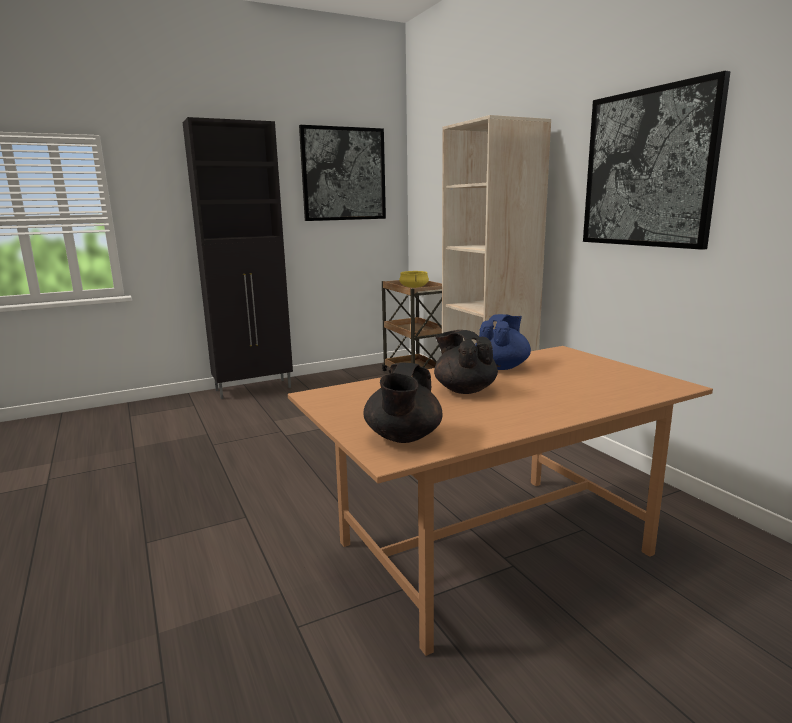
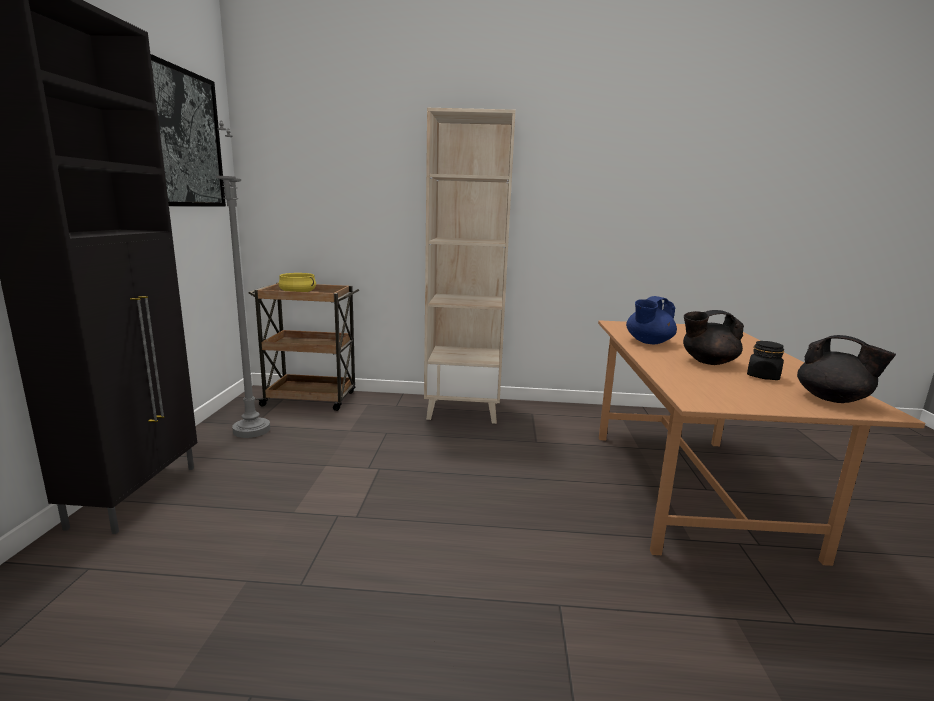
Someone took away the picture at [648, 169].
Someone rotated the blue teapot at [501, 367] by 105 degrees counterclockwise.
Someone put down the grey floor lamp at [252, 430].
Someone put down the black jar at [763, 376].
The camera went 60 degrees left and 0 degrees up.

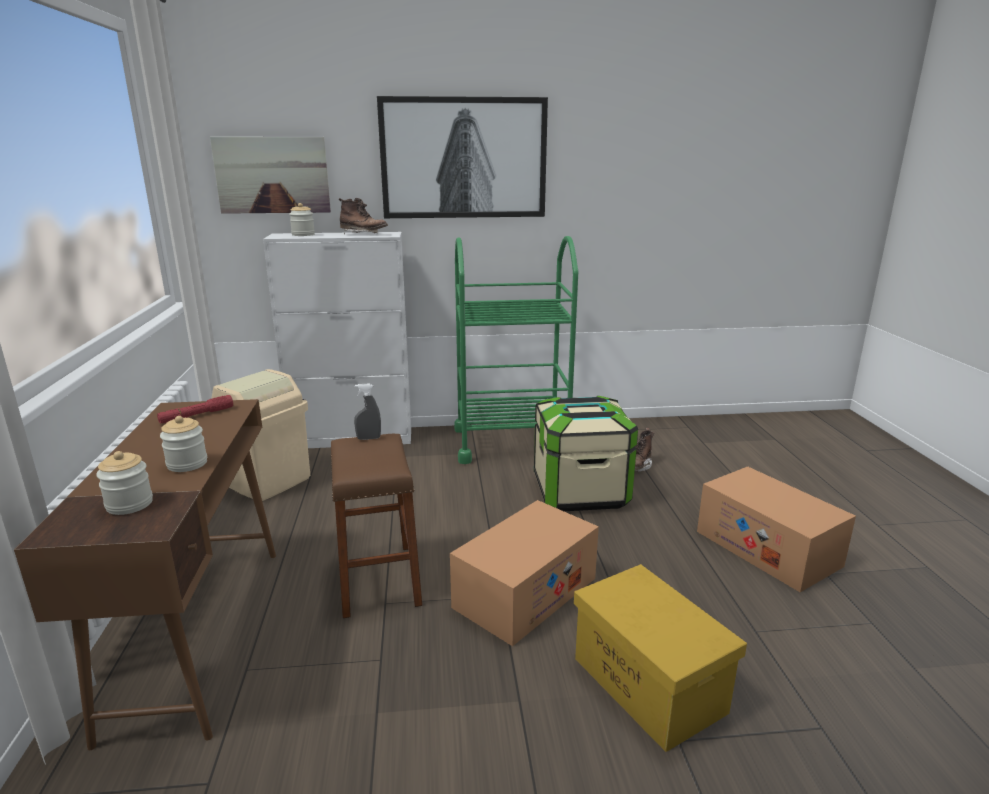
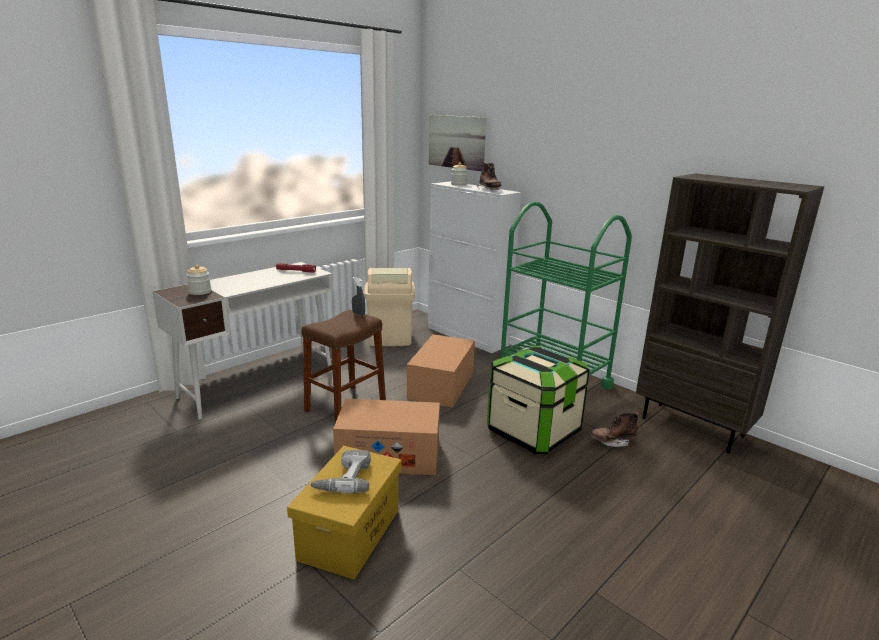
Someone took away the picture at [464, 158].
Someone repainted the brown desk at [199, 632], which became the white desk at [259, 383].
Someone took away the jar at [187, 464].
Someone carried the cardboard box from [767, 548] to [441, 385].
Someone put down the brown bookcase at [693, 427].
Someone put down the power drill at [343, 478].
The camera went 50 degrees right and 0 degrees up.

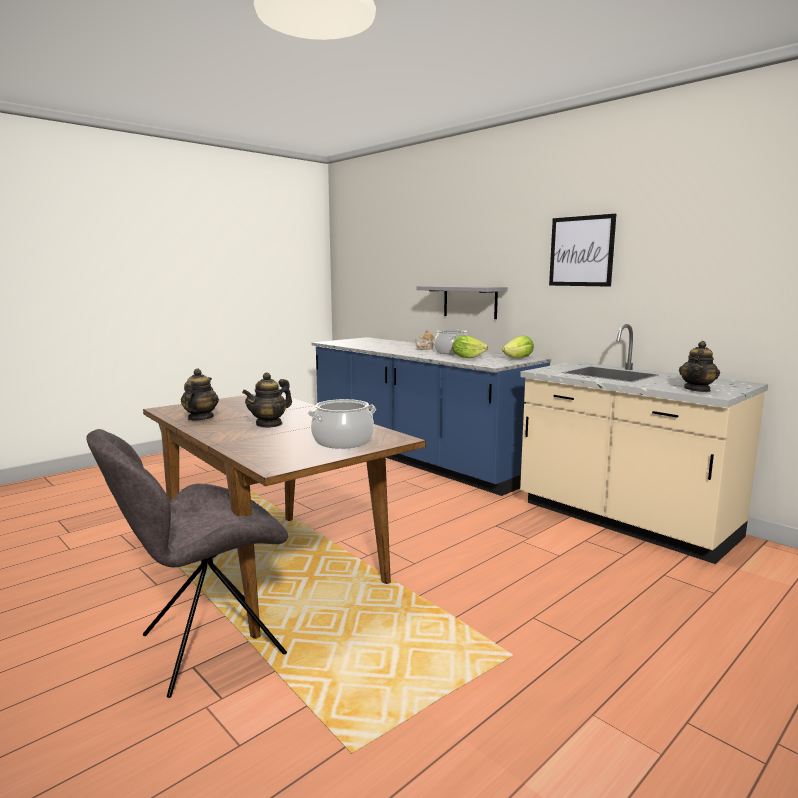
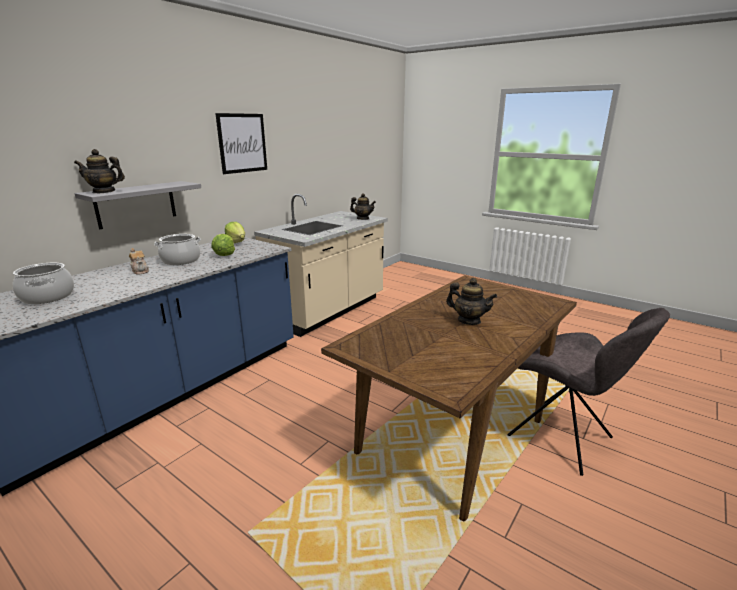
Someone carried the teapot from [200, 418] to [104, 191].
Someone carried the cooking pot from [343, 442] to [48, 297].
The camera went 100 degrees left and 10 degrees up.

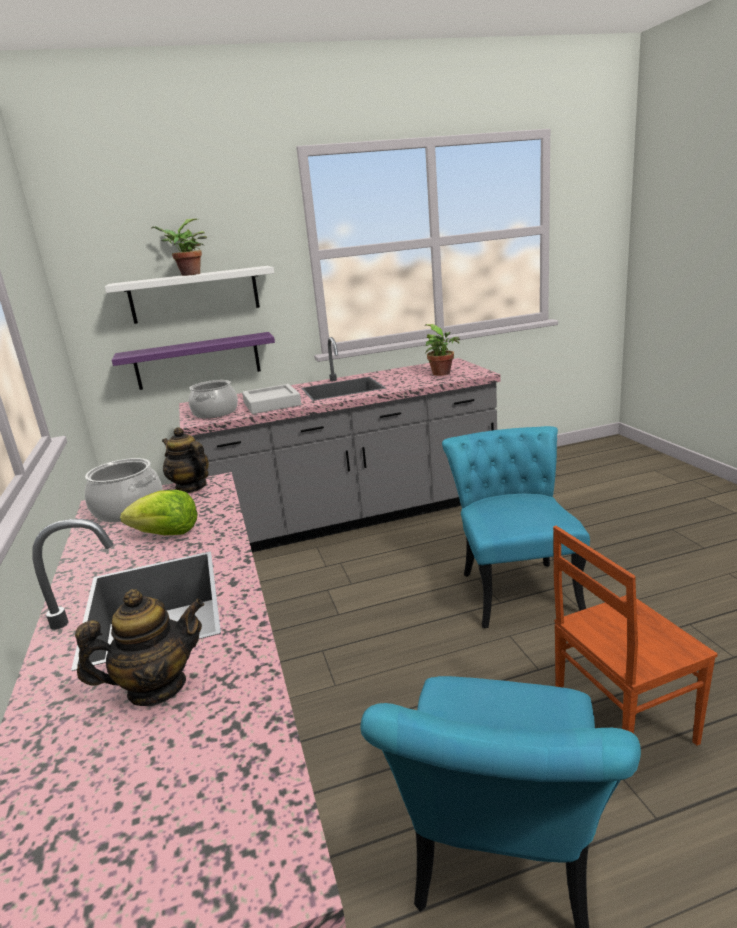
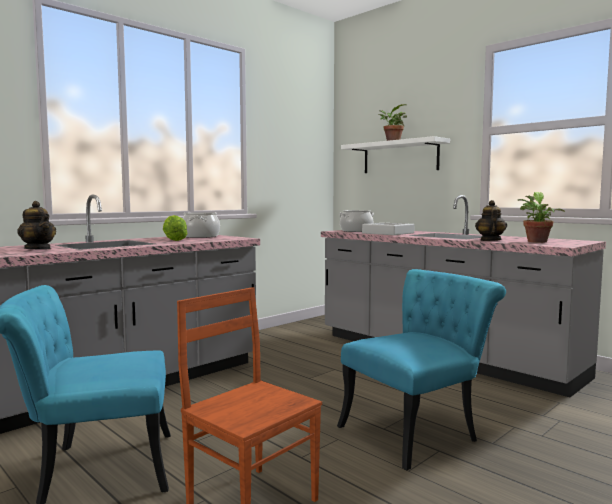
Someone took away the purple shelf at [197, 361].
Someone carried the teapot from [190, 487] to [490, 240].
The camera went 60 degrees right and 15 degrees down.

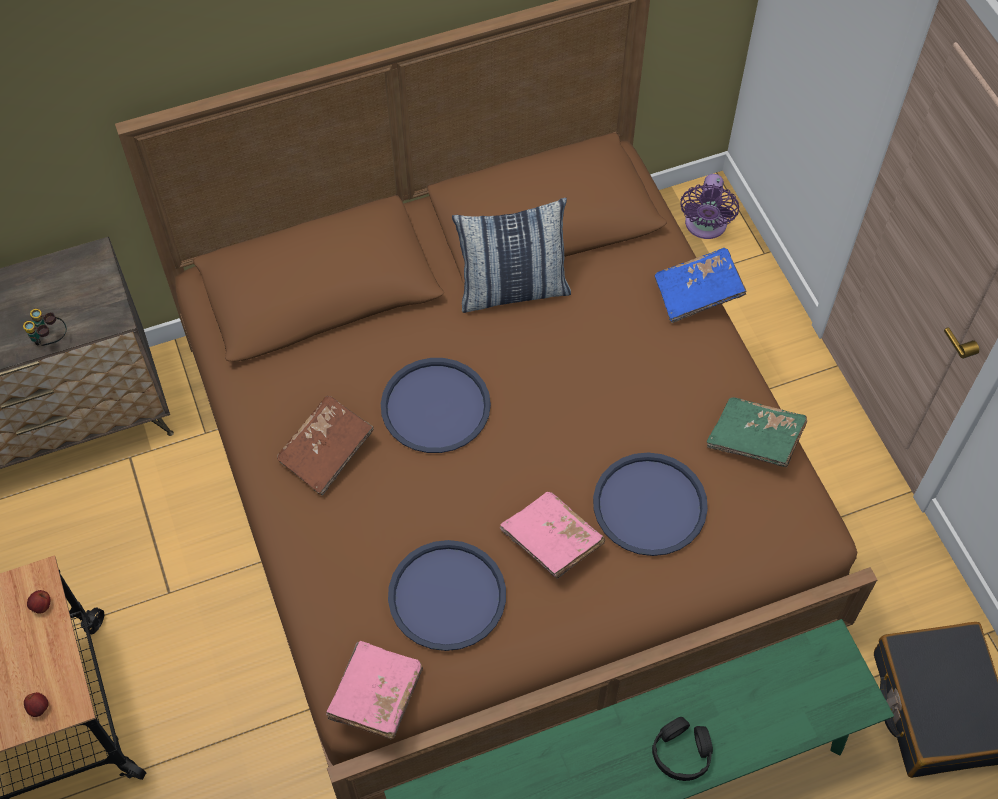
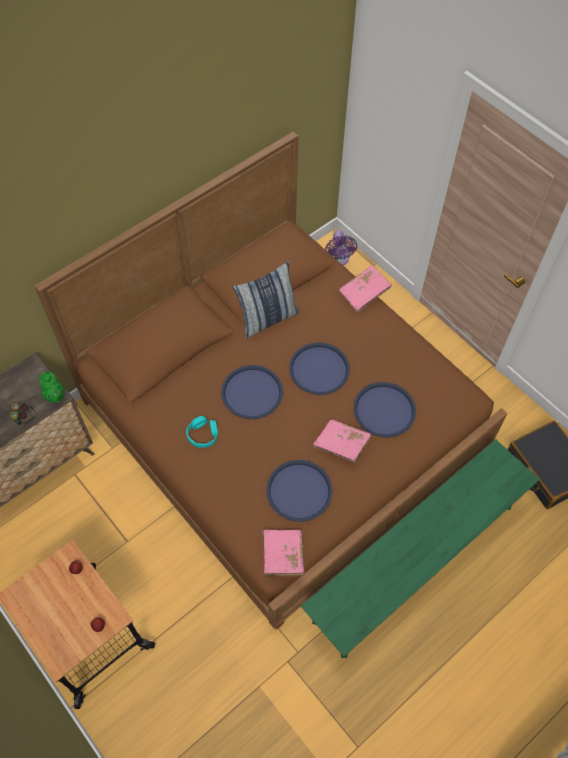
Someone repainted the blue book at [697, 293], which became the pink book at [364, 293].
Someone swapped the brown book at [327, 452] for the turquoise headphones at [203, 434].
Someone took away the green book at [755, 440].
Someone took away the black headphones at [681, 753].
Someone put down the blue tray at [319, 369].
Someone put down the green teapot at [54, 396].
The camera went 20 degrees left and 0 degrees up.

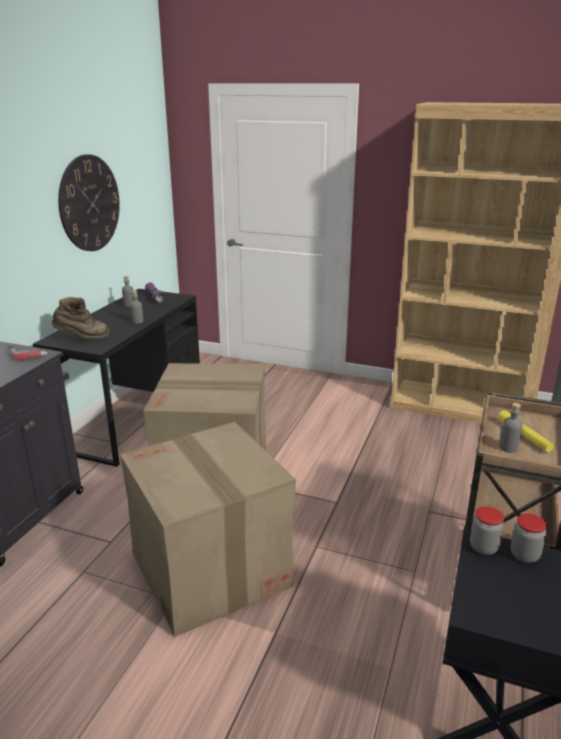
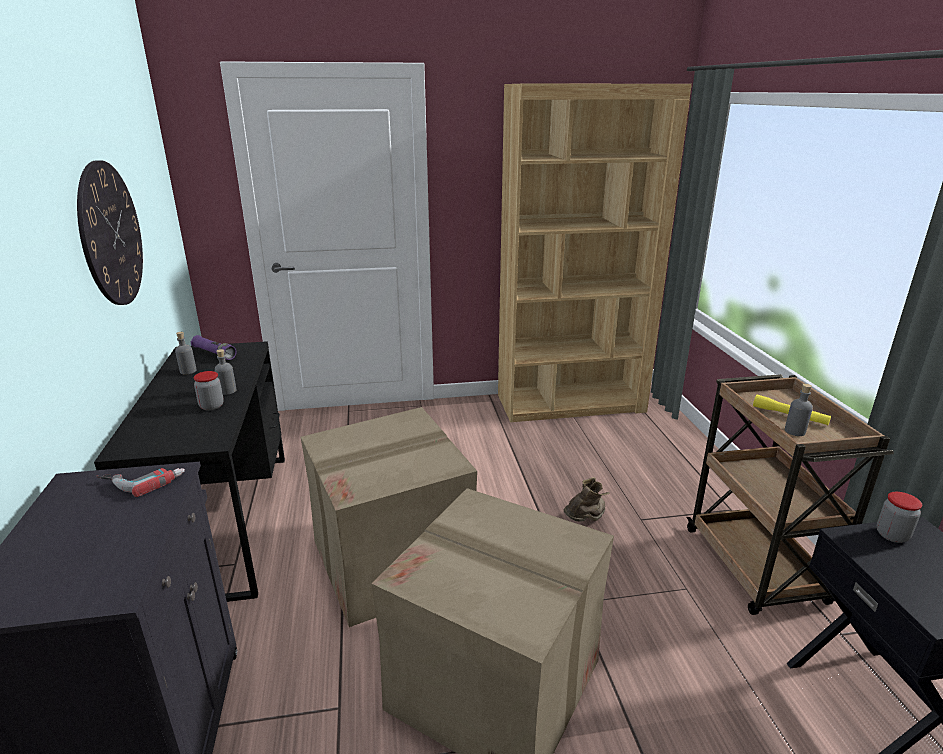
Someone carried the brown boot from [82, 338] to [586, 520].
Someone carried the jar from [483, 547] to [211, 406].
The camera went 30 degrees left and 0 degrees up.

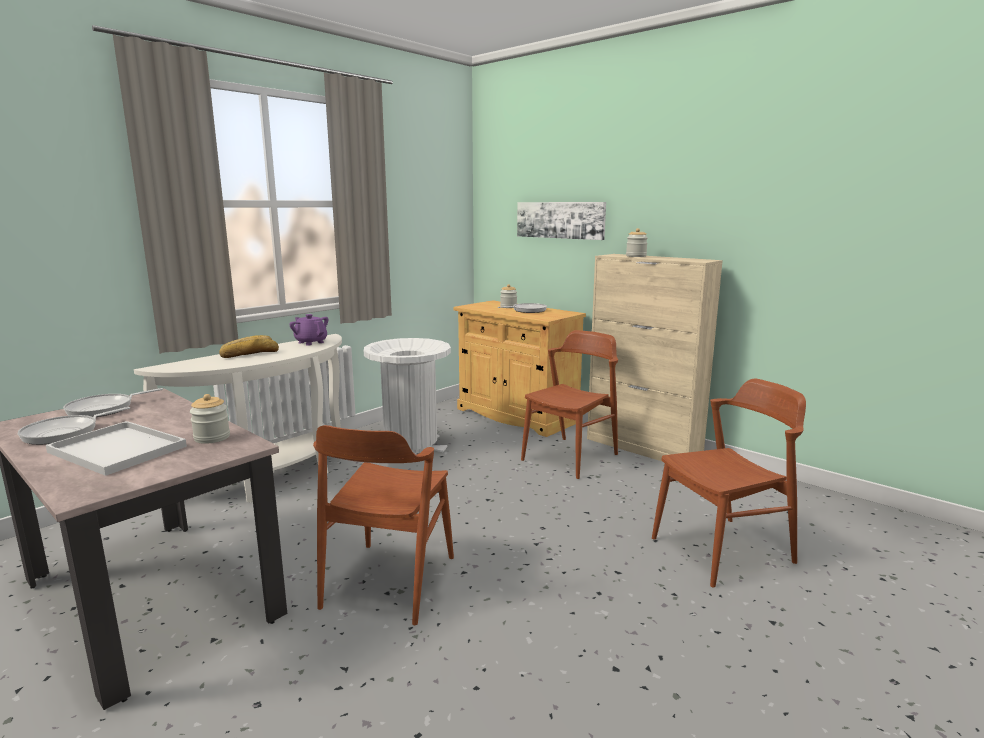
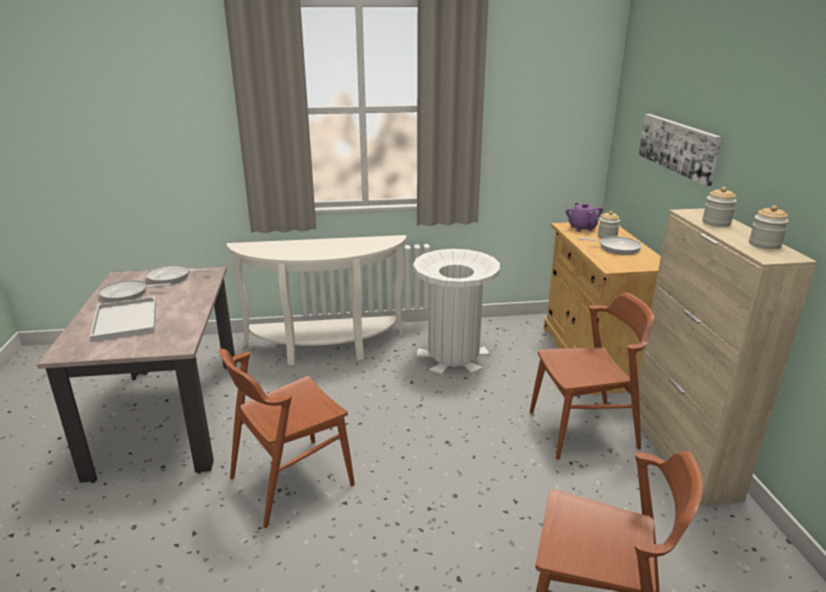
Someone carried the purple teapot from [311, 342] to [582, 228].
Someone took away the bread at [249, 353].
Someone carried the jar from [212, 438] to [764, 244].
The camera went 40 degrees right and 10 degrees up.

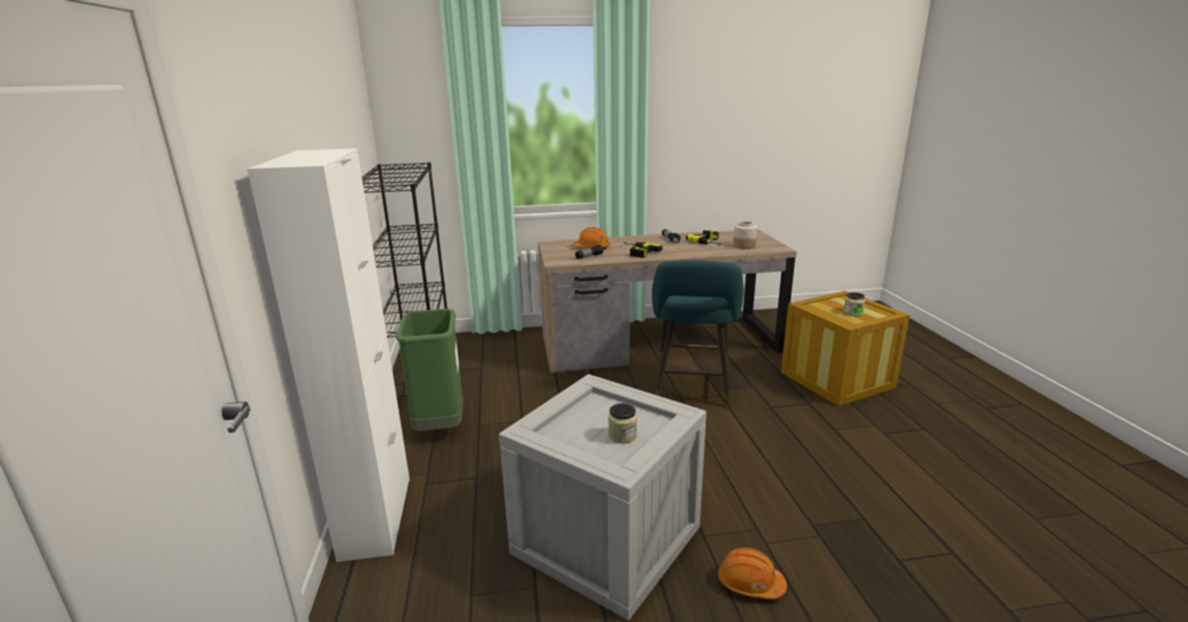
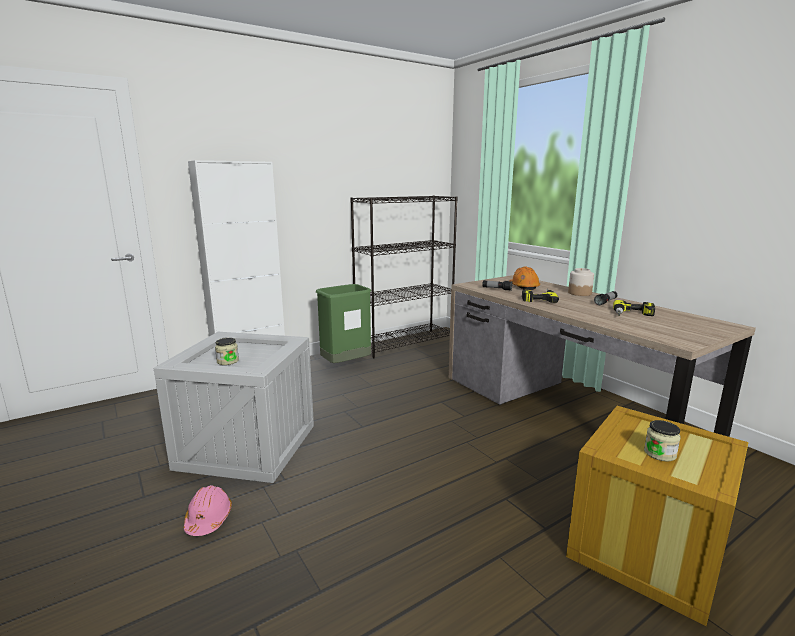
Someone carried the jar from [744, 246] to [579, 293].
Someone took away the turquoise stool at [692, 390].
Someone repainted the orange hard hat at [749, 583], which became the pink hard hat at [208, 519].
The camera went 65 degrees right and 5 degrees down.

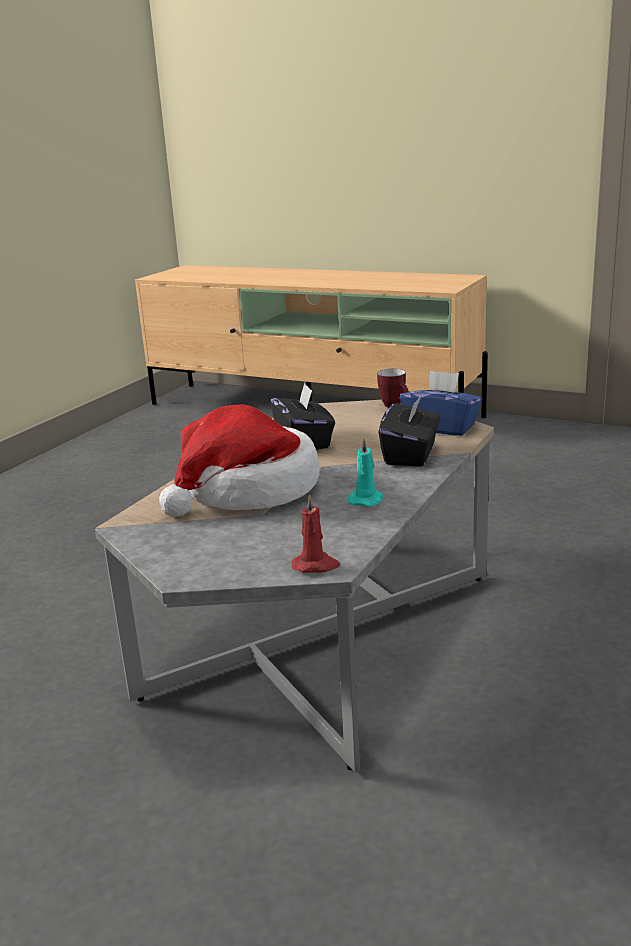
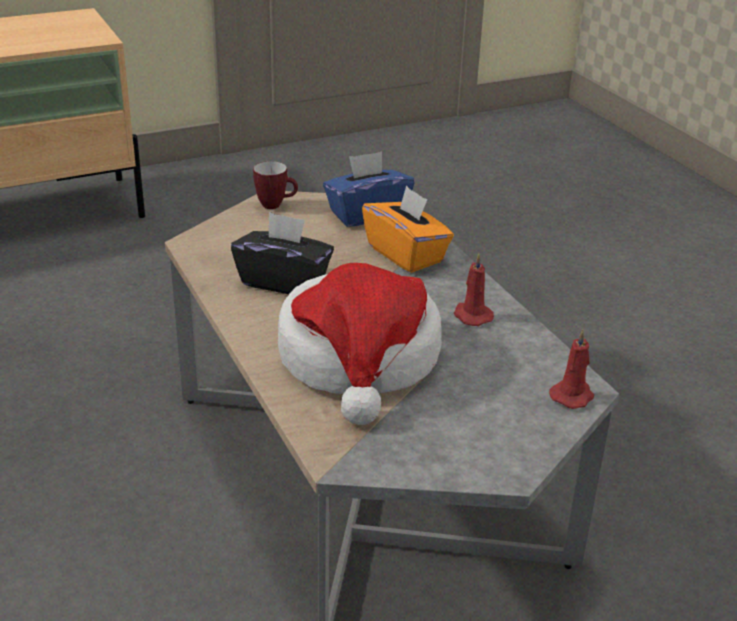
Someone repainted the black tissue box at [411, 455], which became the orange tissue box at [406, 254].
Someone repainted the turquoise candle at [366, 500], which became the red candle at [471, 315].
The camera went 55 degrees left and 10 degrees up.

